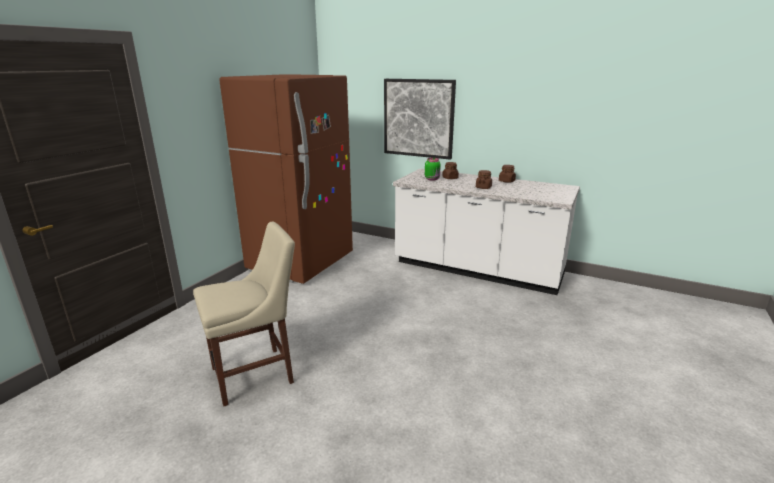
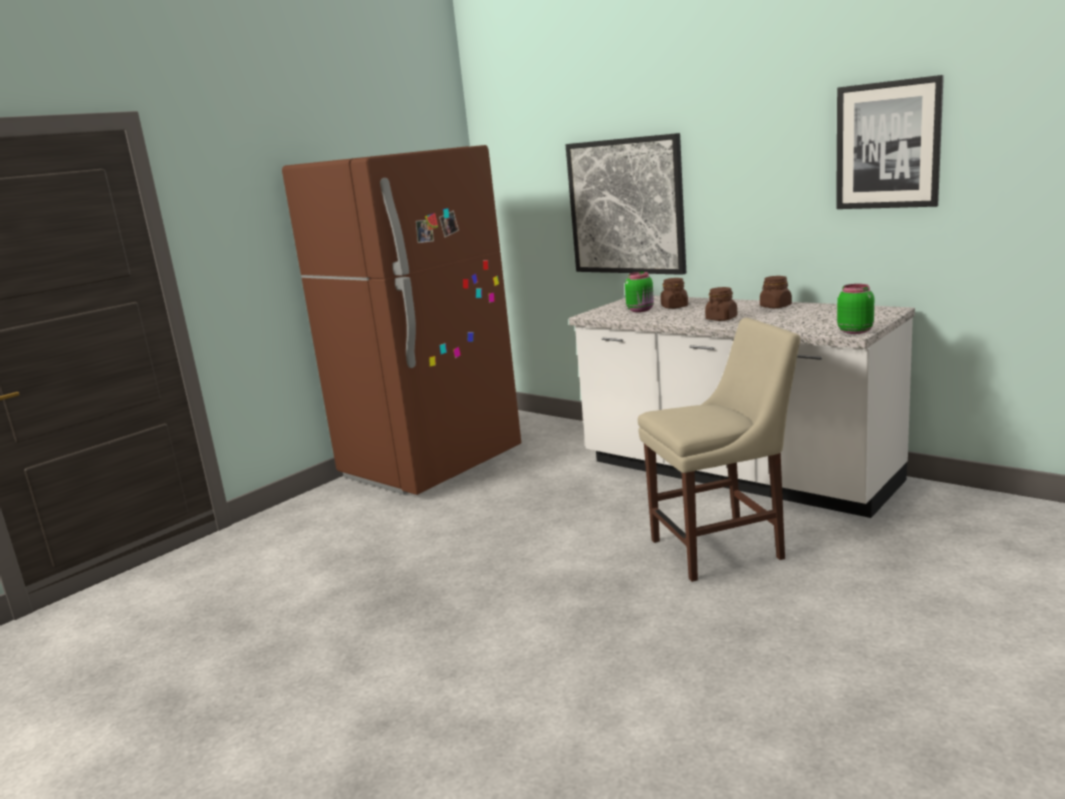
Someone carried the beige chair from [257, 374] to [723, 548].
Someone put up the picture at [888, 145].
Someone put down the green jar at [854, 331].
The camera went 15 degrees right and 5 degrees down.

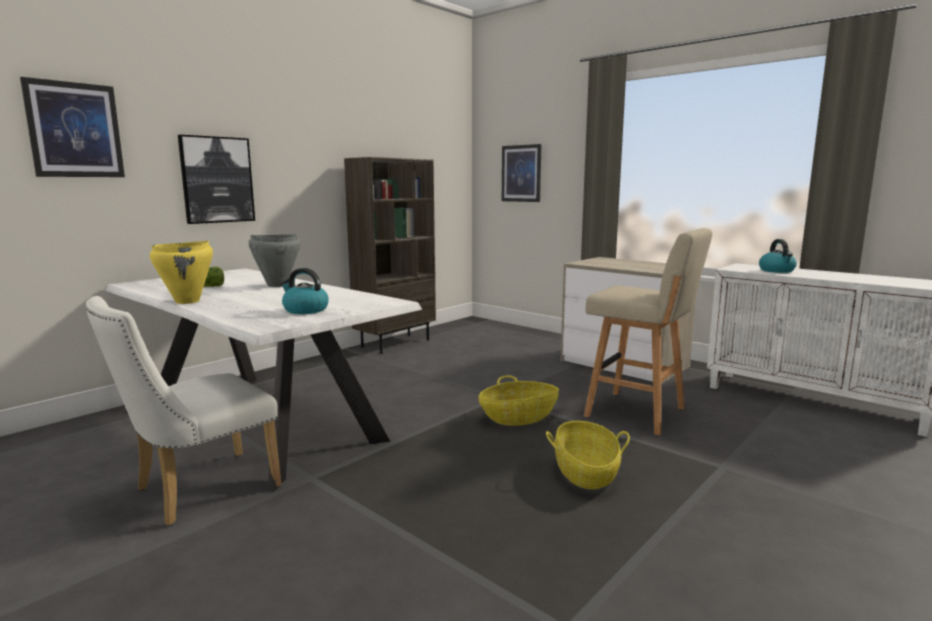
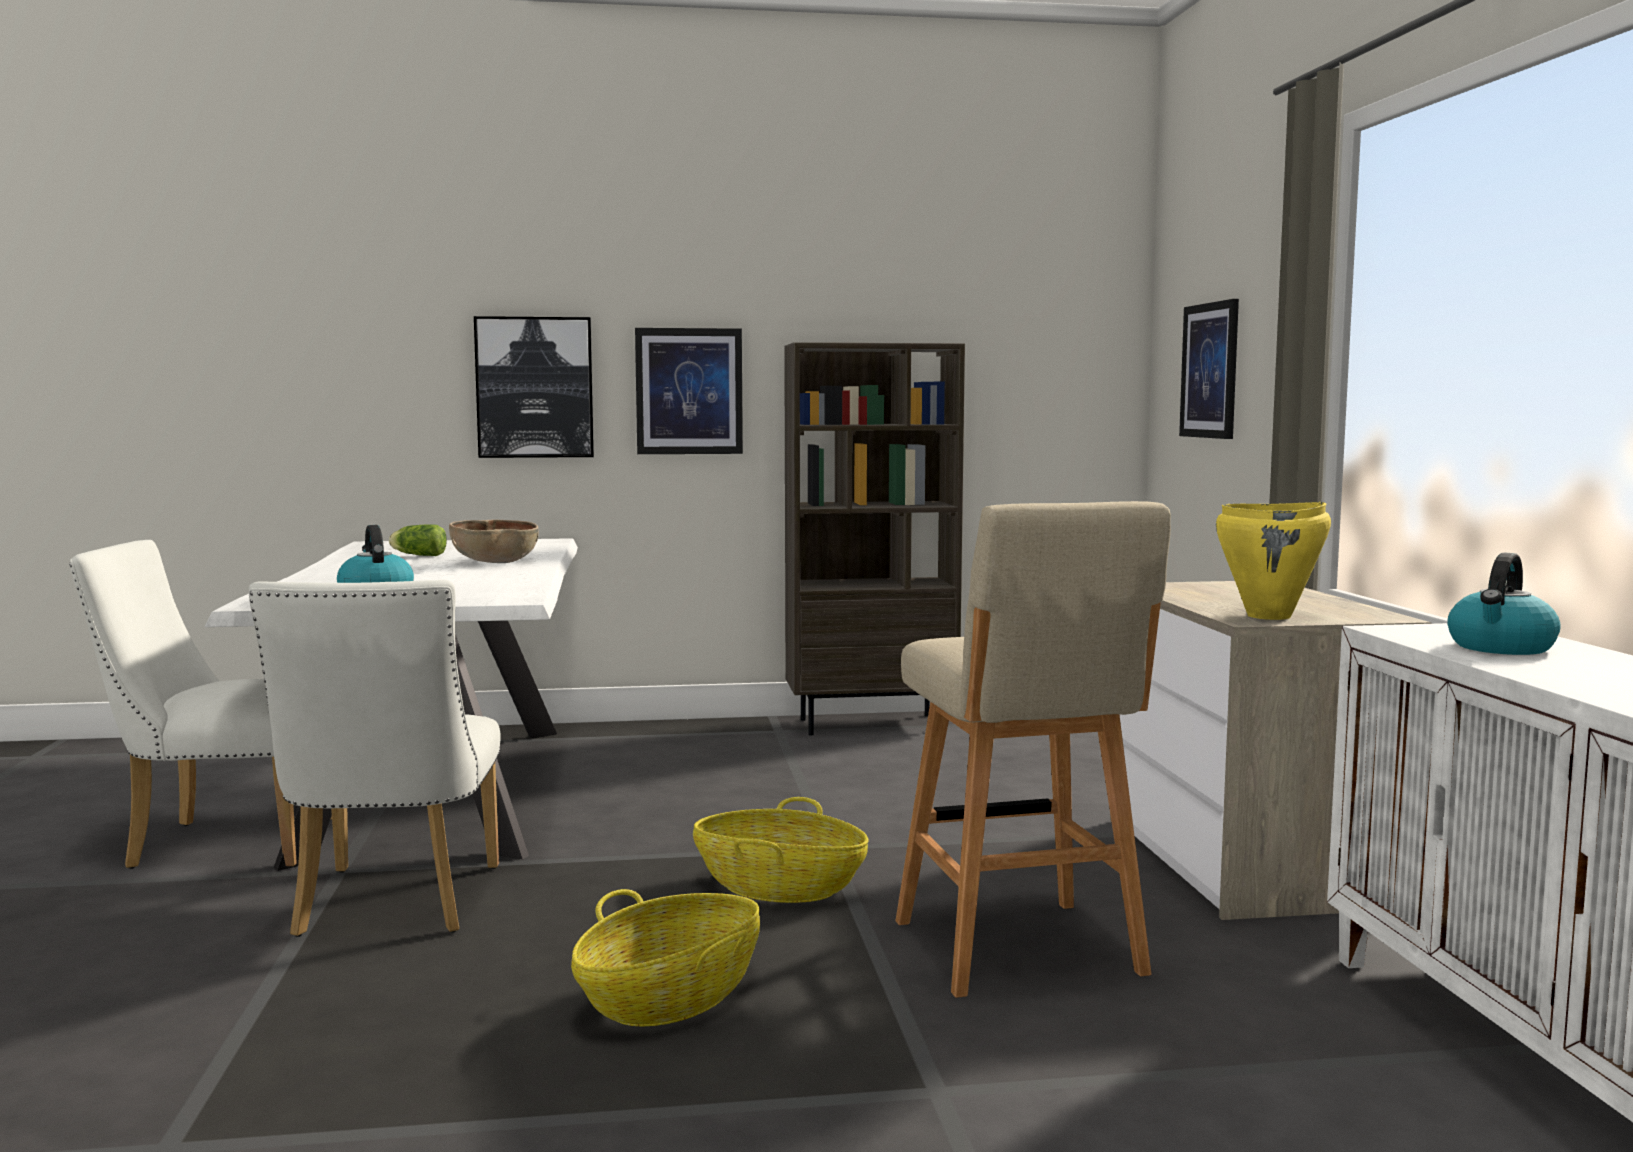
Someone carried the picture from [75, 130] to [689, 391].
Someone swapped the grey cooking pot at [277, 285] for the brown bowl at [494, 563].
Someone carried the yellow cooking pot from [188, 301] to [1270, 616].
Someone put down the white chair at [393, 907].
The camera went 40 degrees right and 5 degrees down.

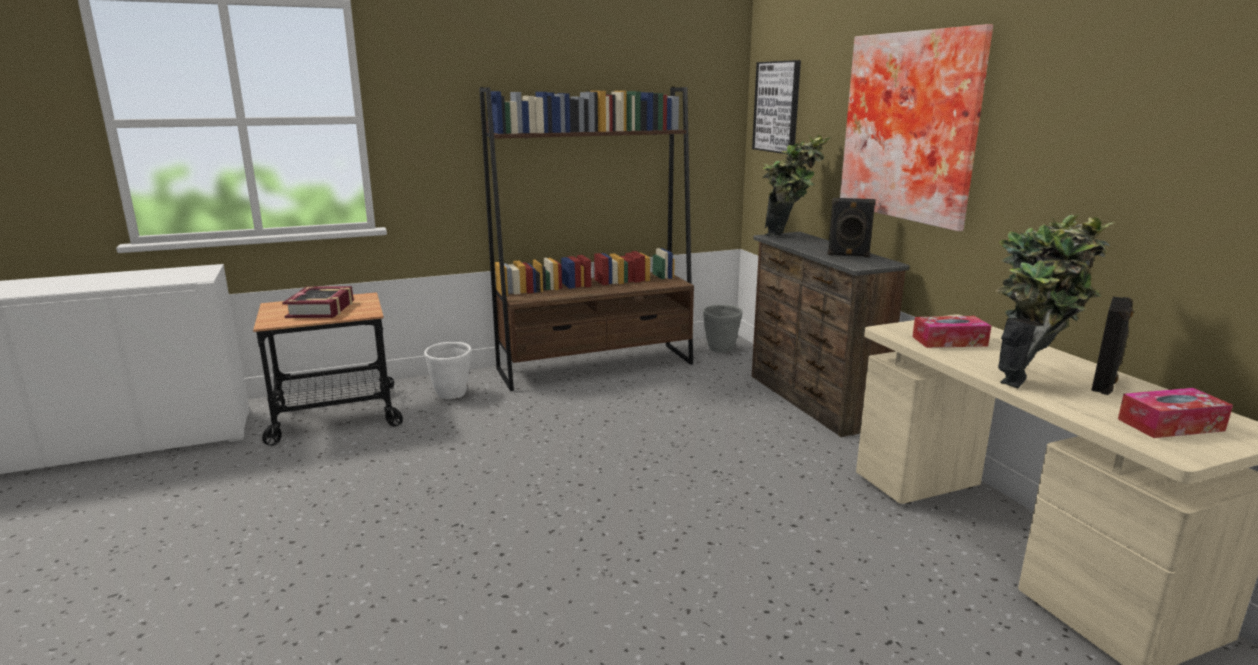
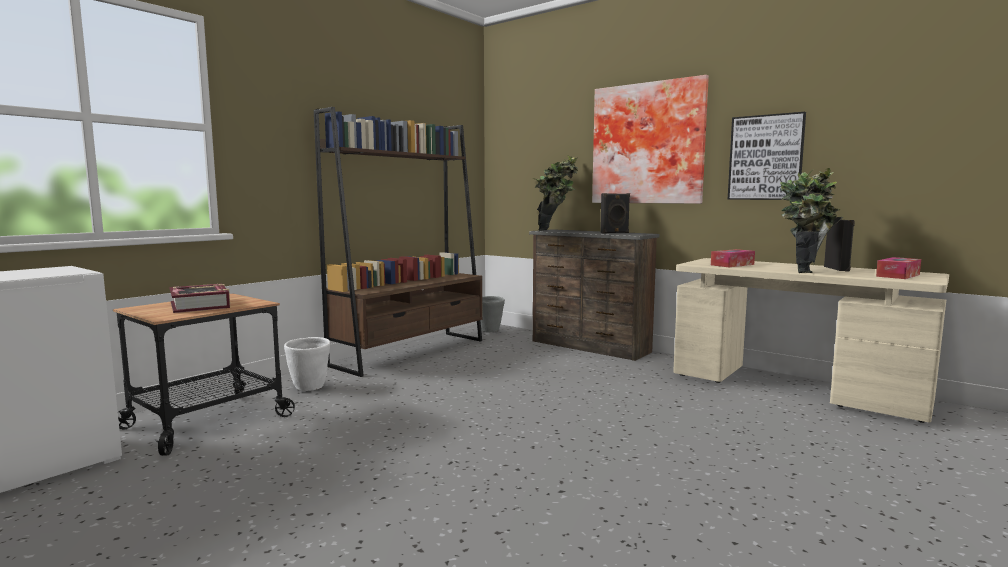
Someone carried the picture from [777, 107] to [765, 157].
The camera went 30 degrees left and 10 degrees down.

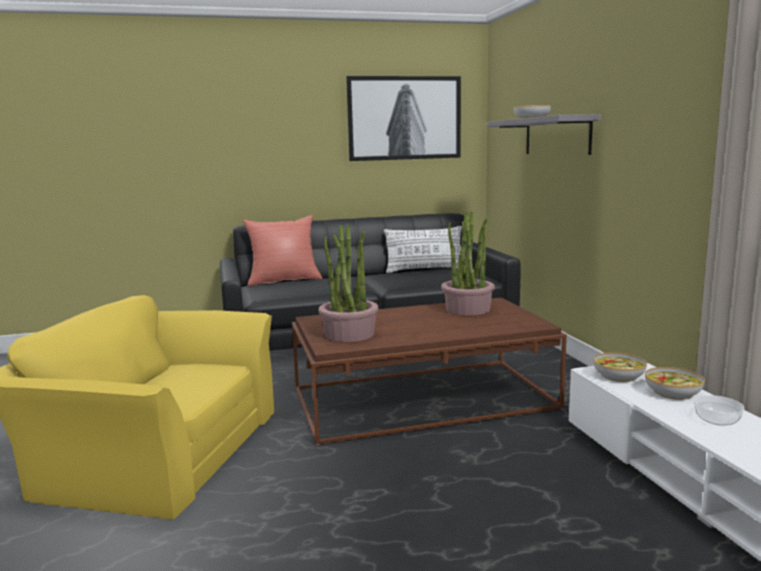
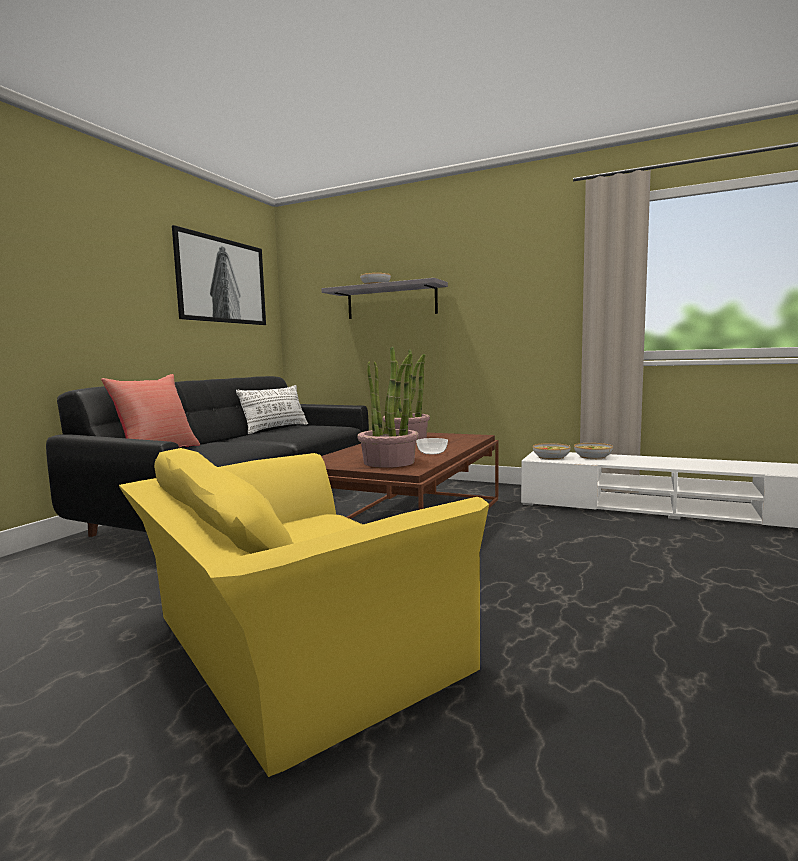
Someone carried the bowl from [716, 419] to [431, 452].
The camera went 50 degrees left and 5 degrees down.

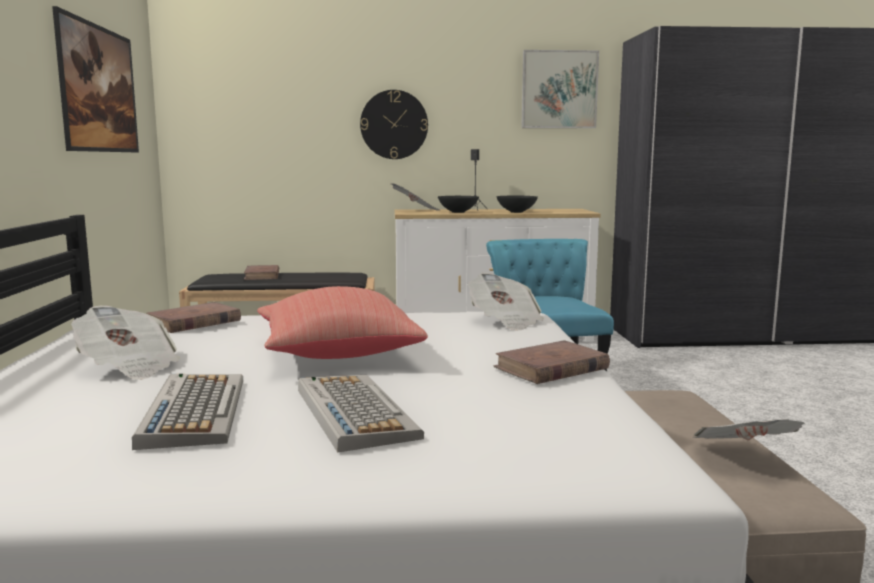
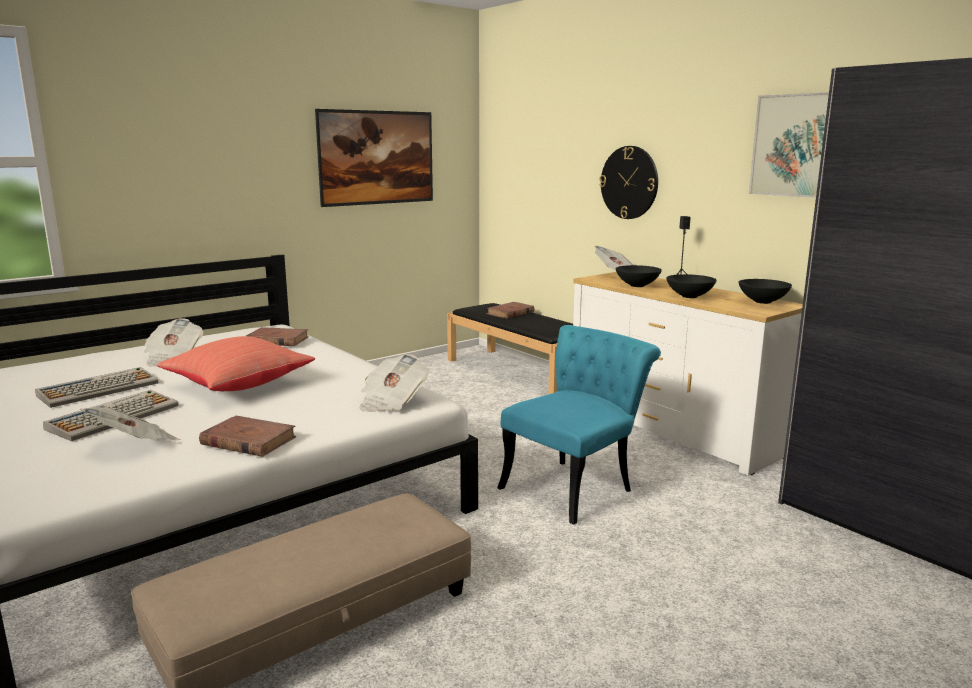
Someone carried the newspaper from [743, 457] to [135, 445].
Someone put down the black bowl at [763, 302].
The camera went 55 degrees right and 5 degrees up.

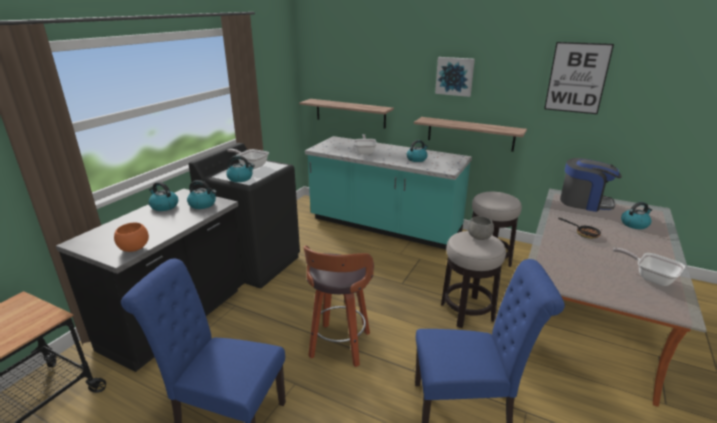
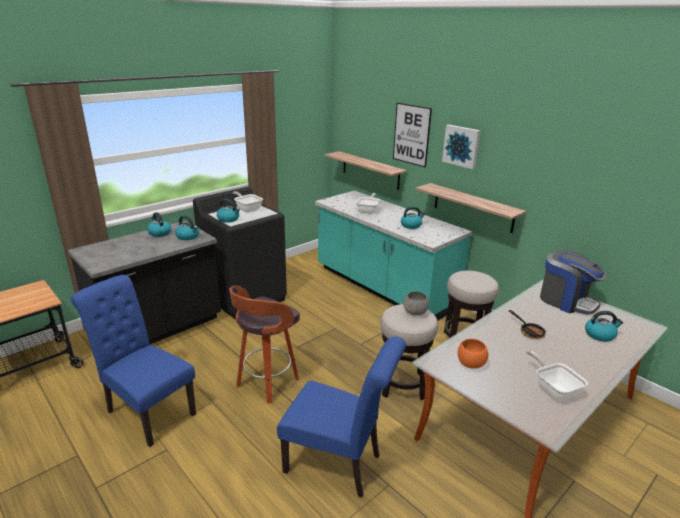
Someone carried the picture from [577, 78] to [411, 134].
Someone carried the orange bowl from [133, 248] to [470, 364].
The camera went 20 degrees right and 0 degrees up.

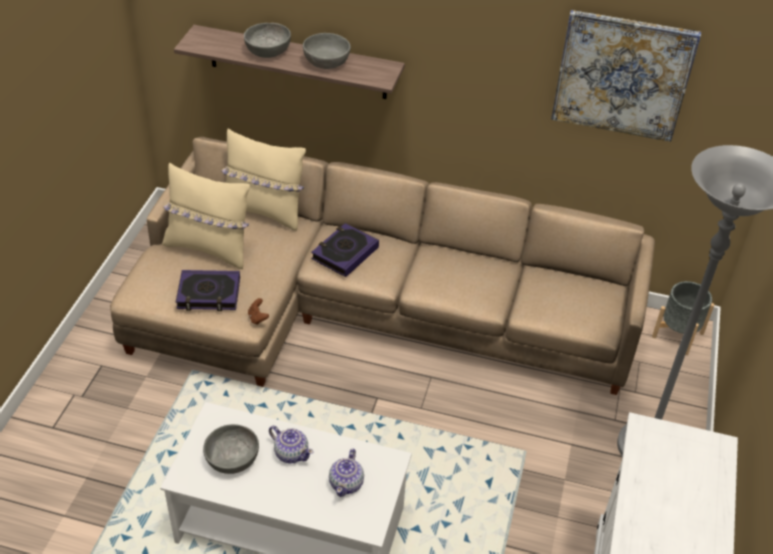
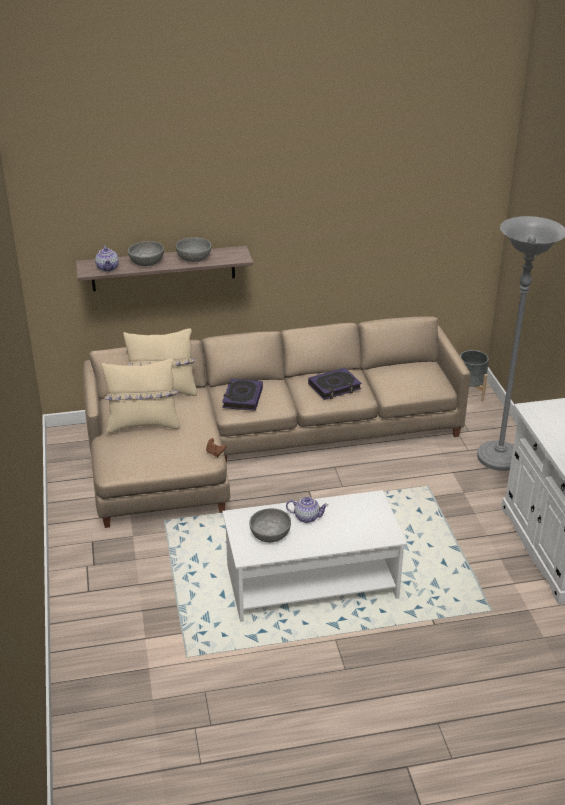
Someone took away the picture at [622, 75].
Someone carried the book from [209, 294] to [334, 387].
Someone carried the teapot from [346, 483] to [108, 268].
The camera went 25 degrees left and 10 degrees down.

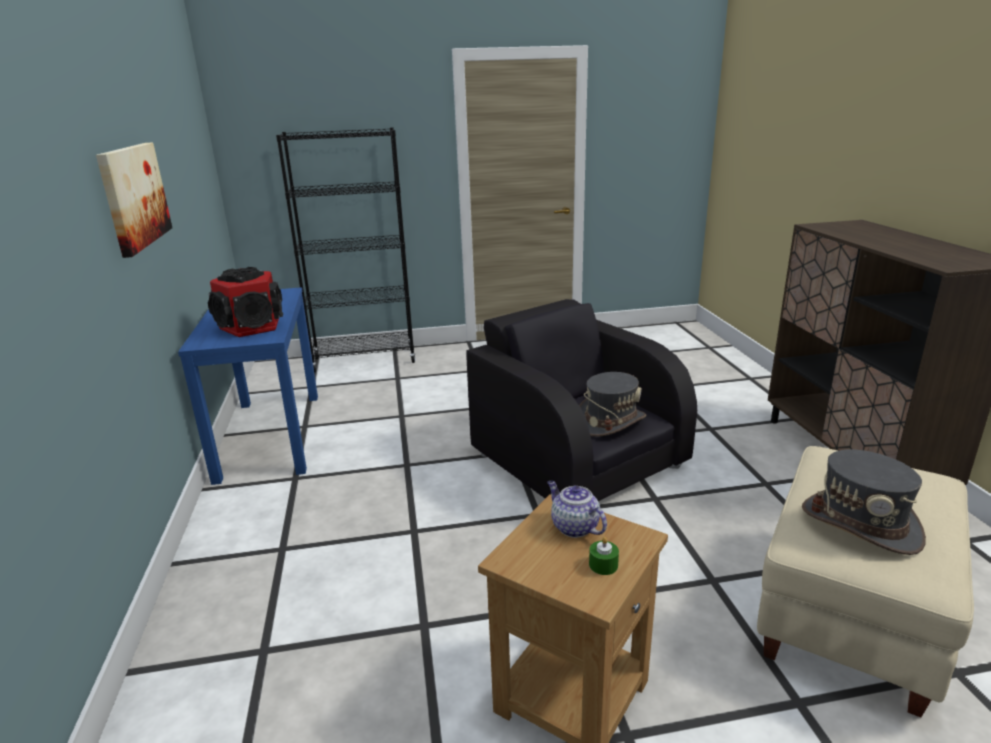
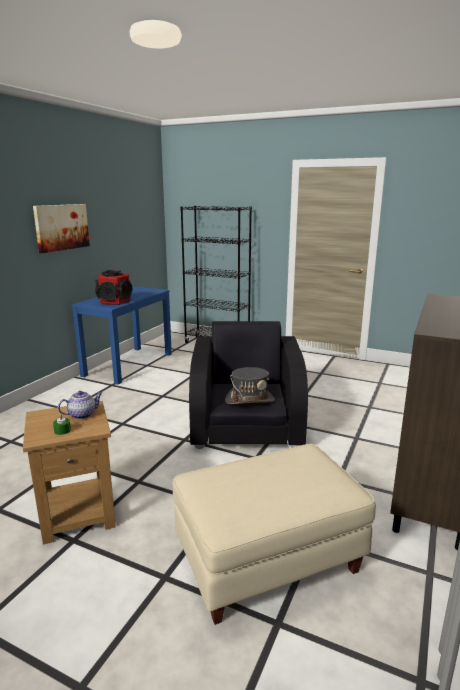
Someone took away the grey hat at [860, 524].
Someone rotated the teapot at [573, 527] by 60 degrees clockwise.
The camera went 35 degrees right and 5 degrees down.

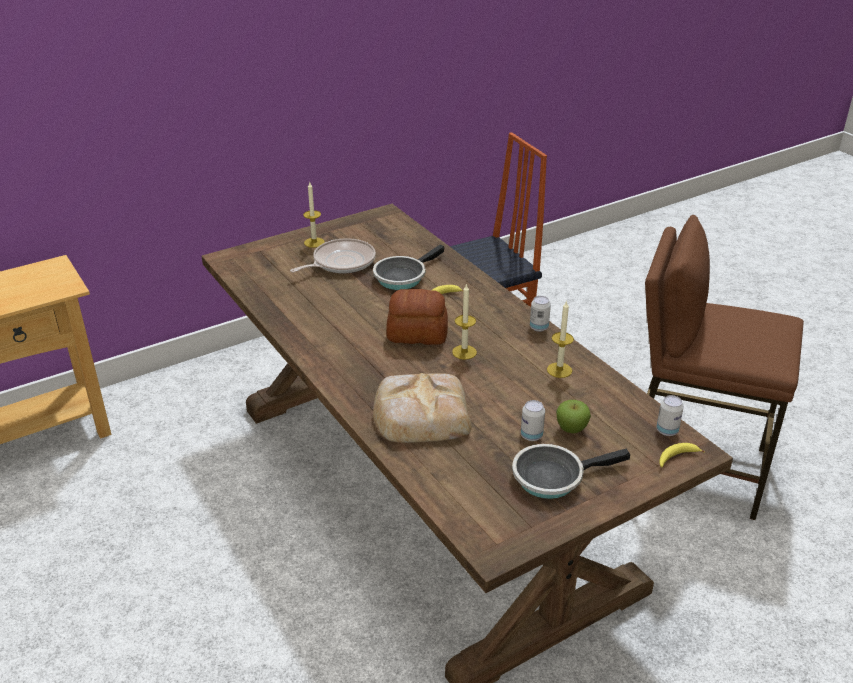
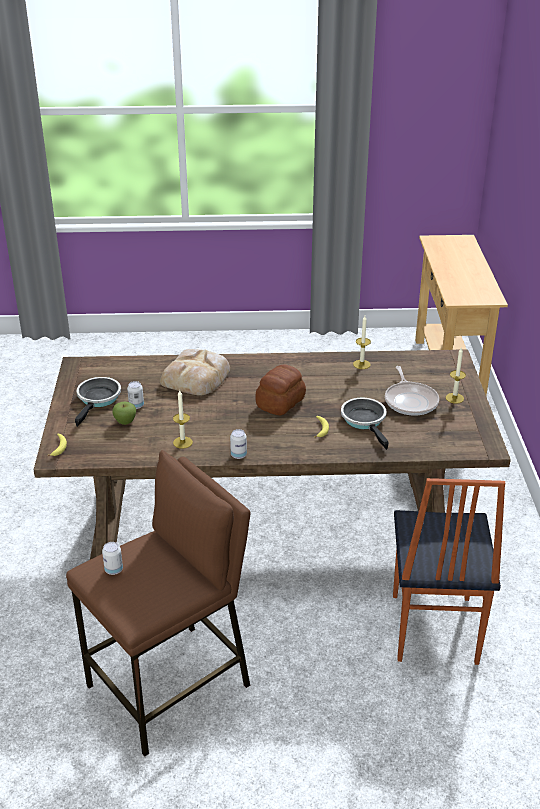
Someone carried the candle from [464, 352] to [361, 364].
Someone carried the can from [667, 431] to [113, 570].
The camera went 120 degrees right and 0 degrees up.

